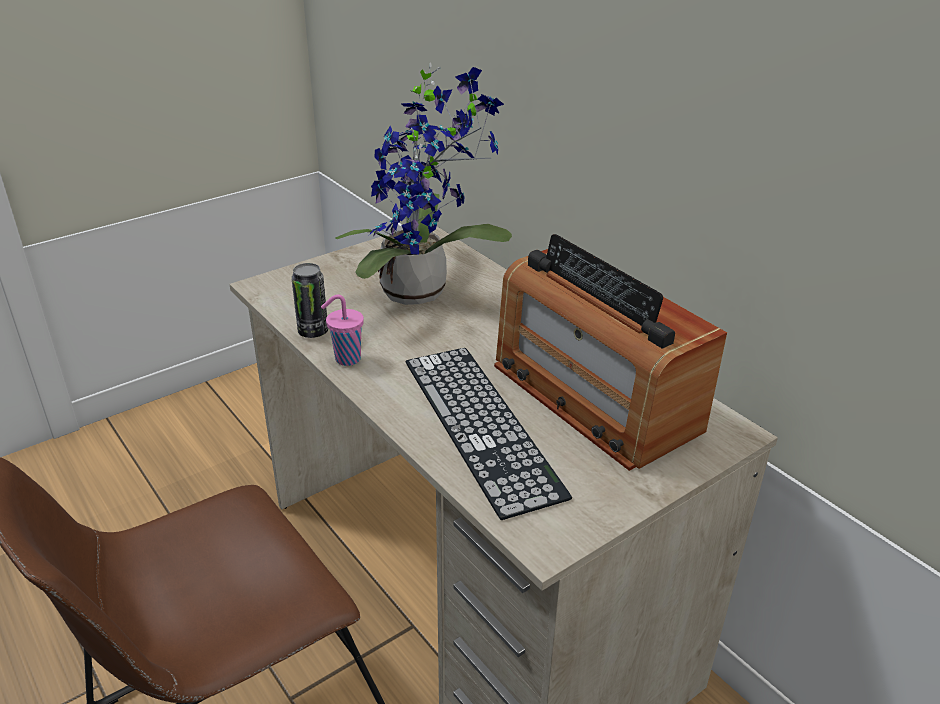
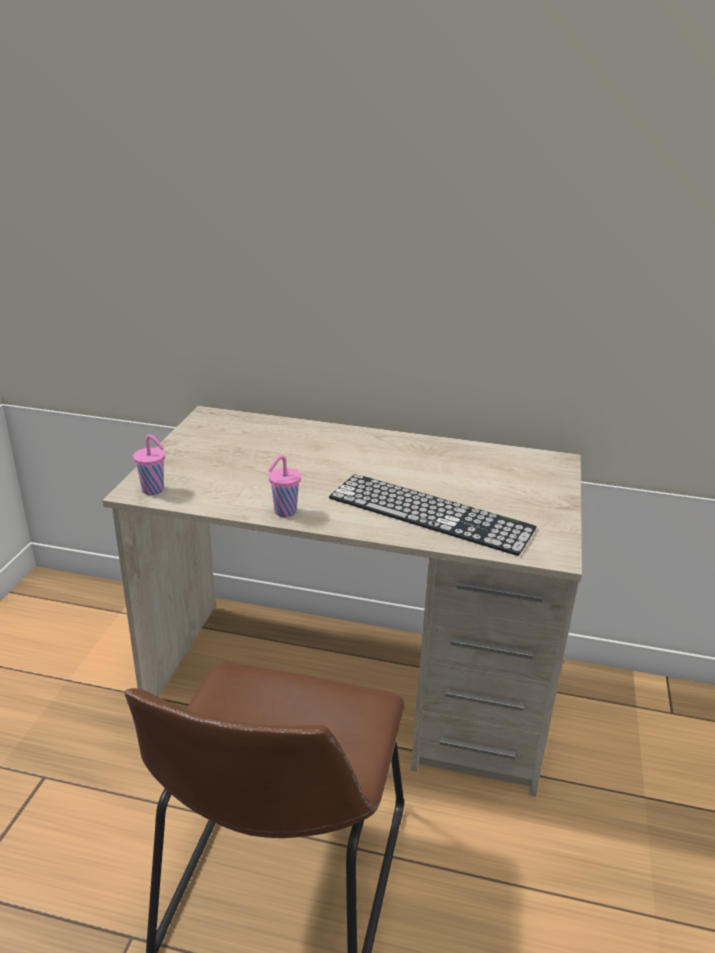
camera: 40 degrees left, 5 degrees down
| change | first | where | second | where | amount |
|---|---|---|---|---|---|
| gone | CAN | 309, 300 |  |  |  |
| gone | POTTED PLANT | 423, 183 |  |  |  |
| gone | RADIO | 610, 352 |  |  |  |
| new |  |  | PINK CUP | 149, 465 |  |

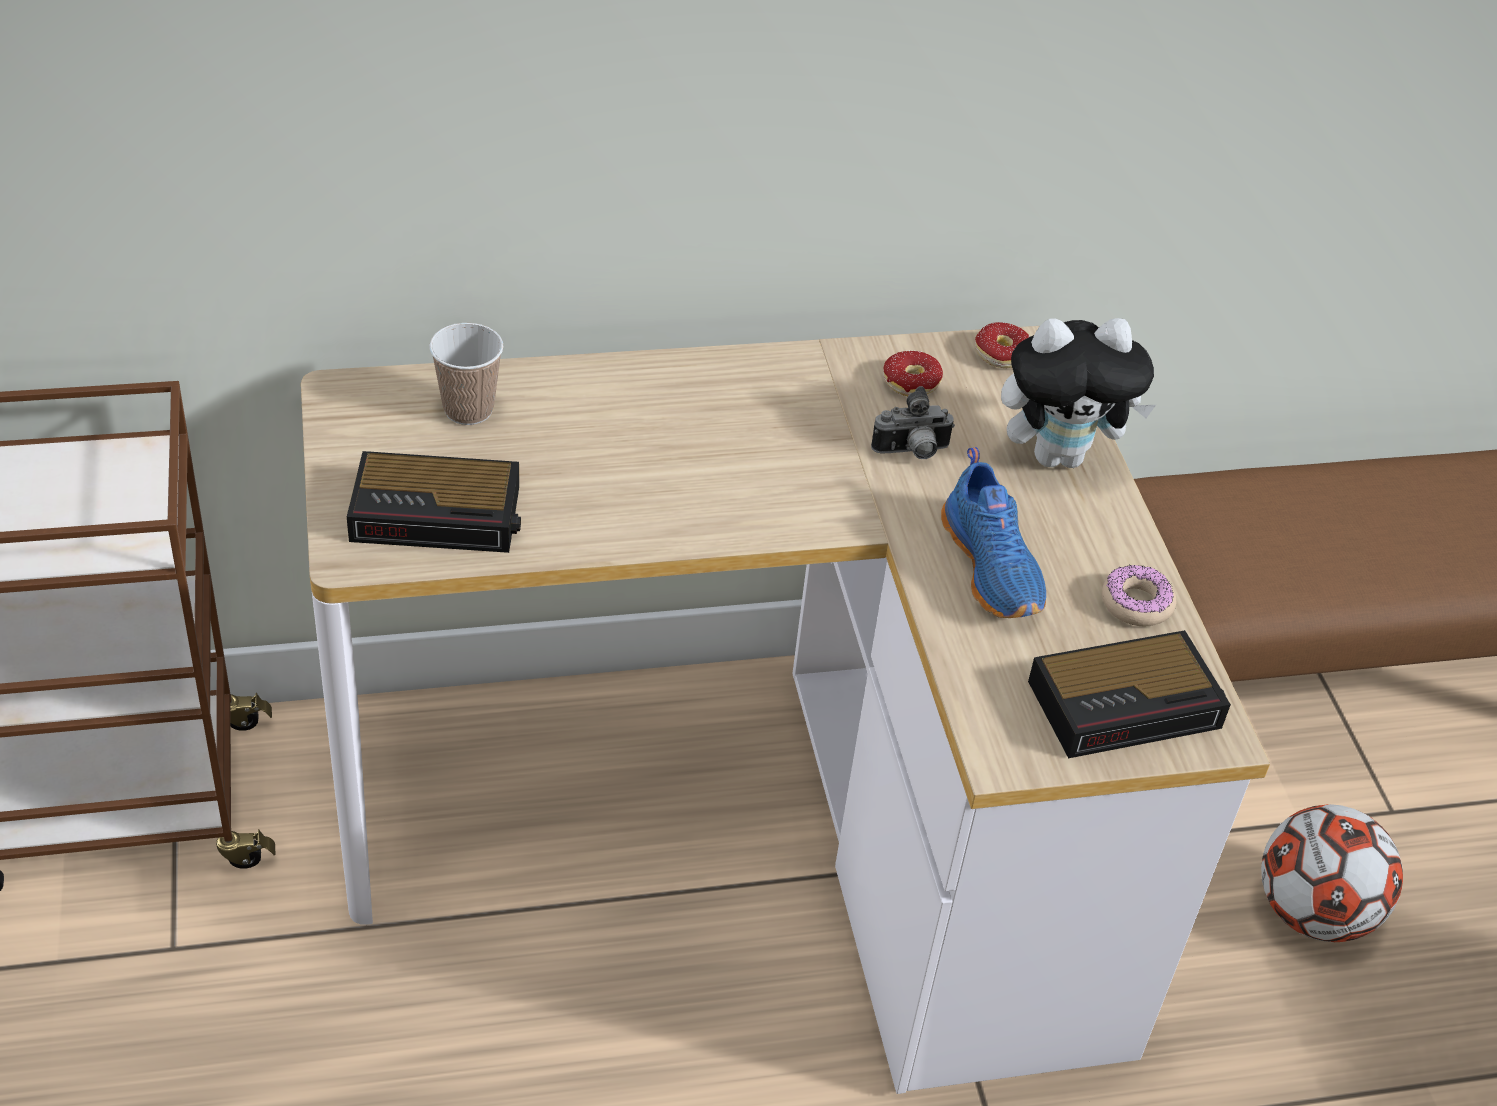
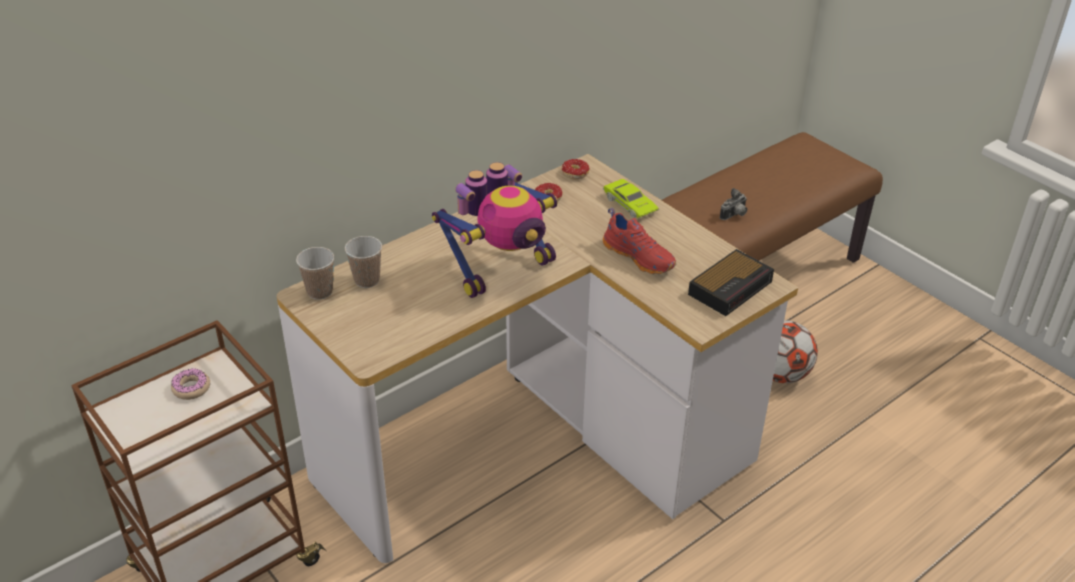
camera: 25 degrees left, 5 degrees down
| change | first | where | second | where | amount |
|---|---|---|---|---|---|
| gone | ALARM CLOCK | 434, 502 |  |  |  |
| new |  |  | CUP | 315, 273 |  |
| new |  |  | TOY ROBOT | 495, 230 |  |
| shifted | PHOTO CAMERA | 913, 422 |  | 733, 204 |  |
| shifted | DONUT | 1139, 595 |  | 190, 384 |  |
| swapped | PLUSH TOY | 1078, 393 | GREEN TOY CAR | 631, 198 |  |
| repainted | BLUE SHOE | 993, 532 | RED SHOE | 639, 241 |  |

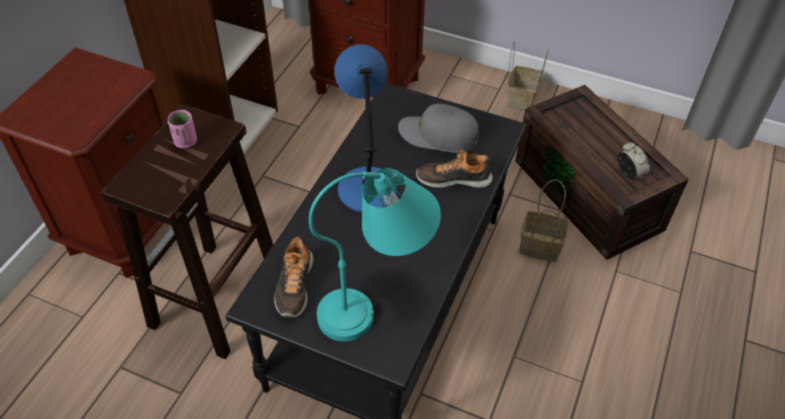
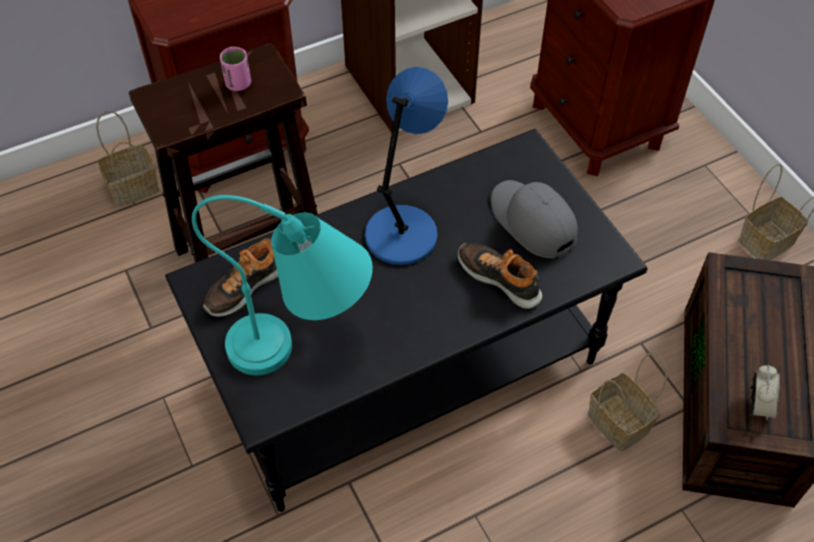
camera: 40 degrees right, 5 degrees up
| change | first | where | second | where | amount |
|---|---|---|---|---|---|
| new |  |  | BASKET | 128, 159 |  |

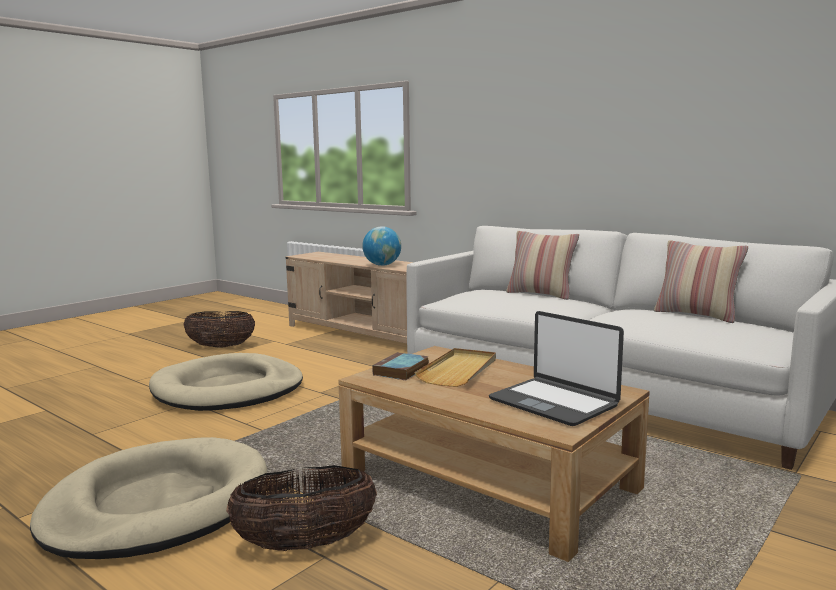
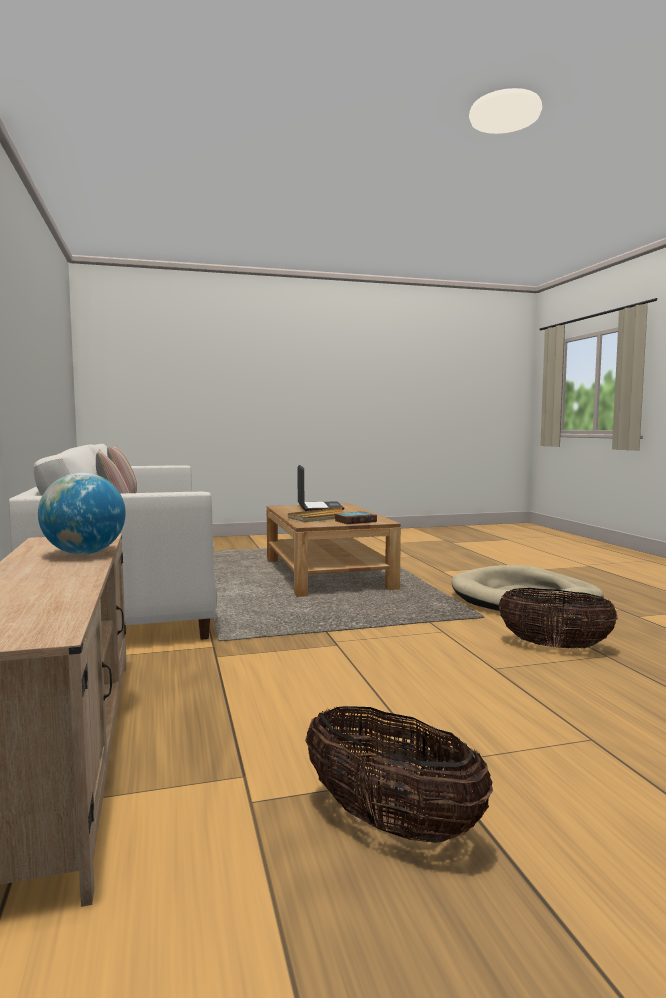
camera: 145 degrees left, 5 degrees down
| change | first | where | second | where | amount |
|---|---|---|---|---|---|
| gone | BEIGE DOG BED | 226, 382 |  |  |  |
| shifted | BASKET | 301, 508 |  | 558, 618 |  |

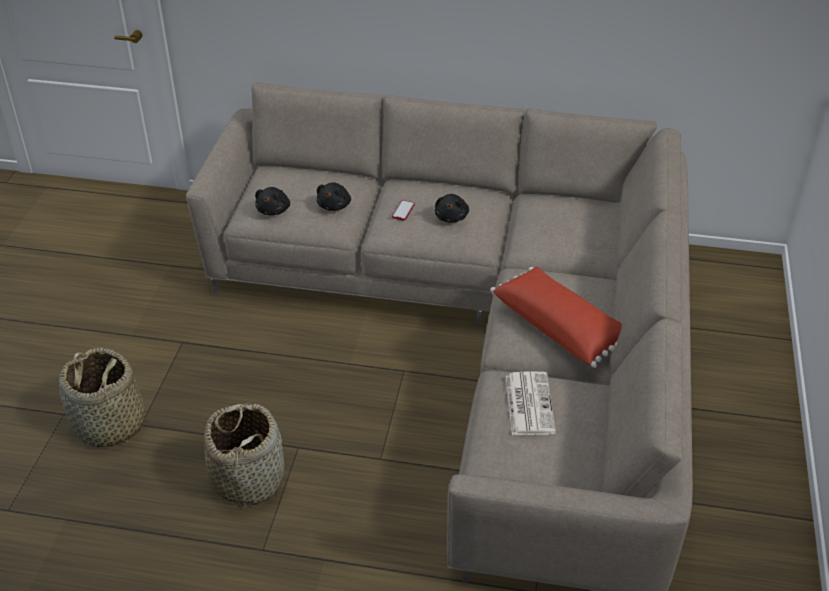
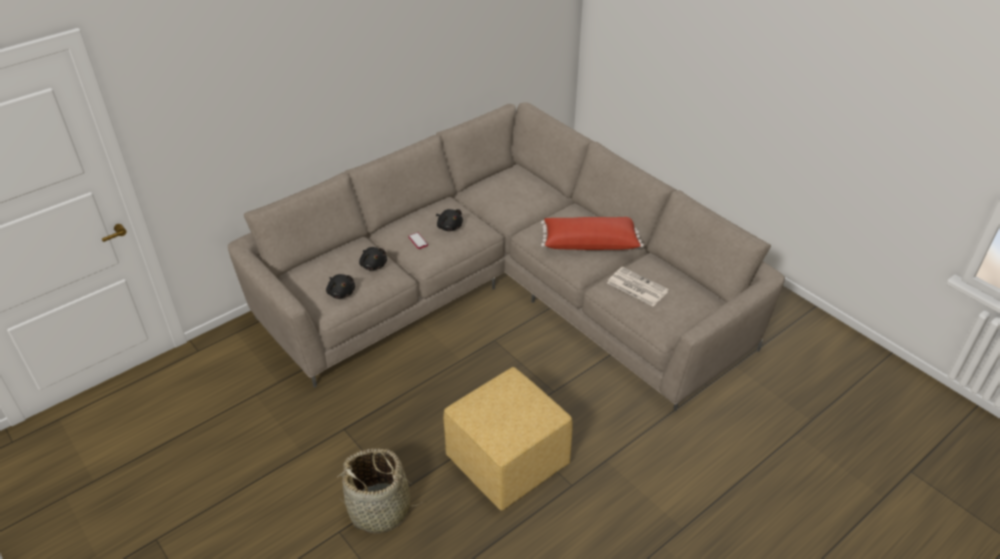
camera: 50 degrees left, 0 degrees up
| change | first | where | second | where | amount |
|---|---|---|---|---|---|
| swapped | BASKET | 244, 455 | YELLOW OTTOMAN | 508, 439 |  |

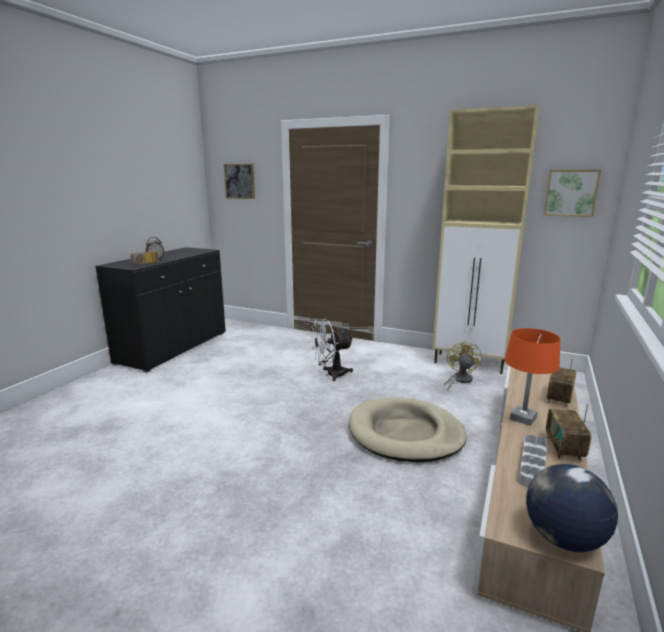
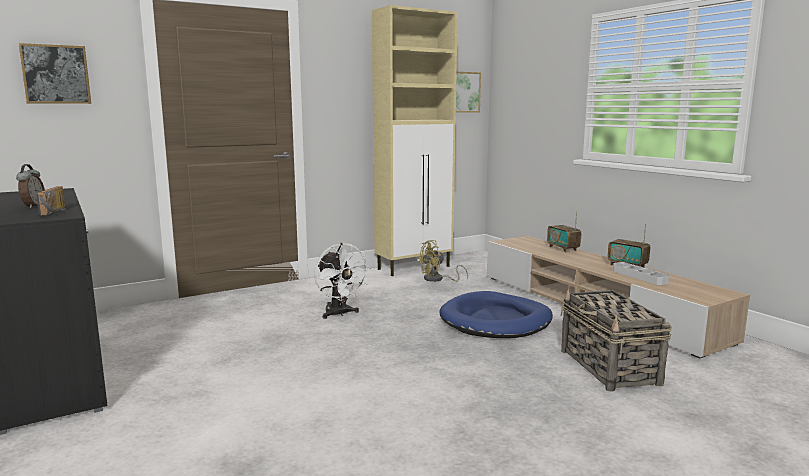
camera: 55 degrees left, 5 degrees down
| change | first | where | second | where | amount |
|---|---|---|---|---|---|
| gone | ORANGE TABLE LAMP | 532, 377 |  |  |  |
| gone | GLOBE | 572, 508 |  |  |  |
| new |  |  | BASKET | 616, 339 |  |
| repainted | BEIGE DOG BED | 407, 430 | BLUE DOG BED | 496, 314 |  |
| rotated | WHITE FAN | 332, 350 |  | 342, 281 | 45 degrees counterclockwise |
| rotated | YELLOW FAN | 463, 365 |  | 442, 261 | 75 degrees counterclockwise |

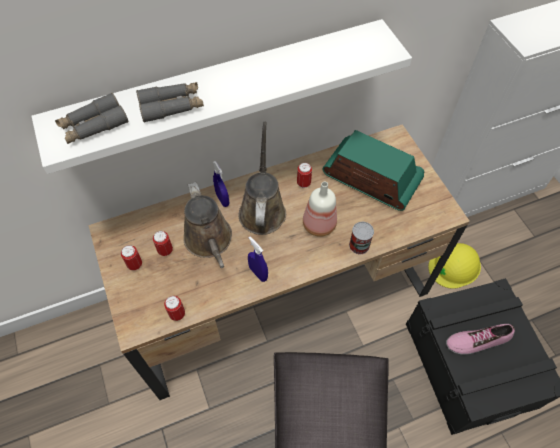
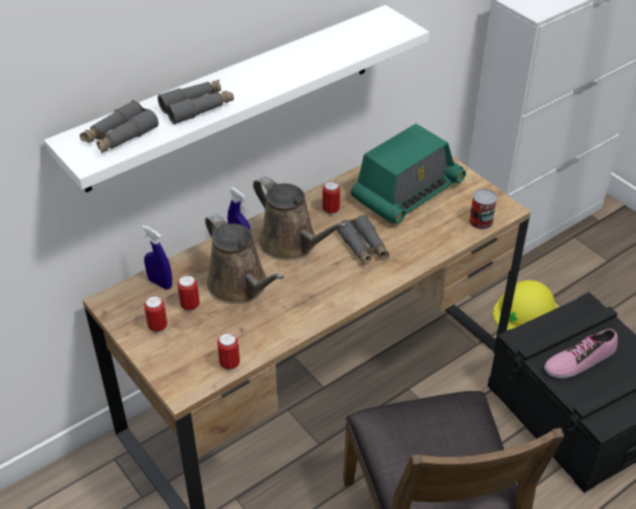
camera: 15 degrees left, 15 degrees down
| change | first | where | second | where | amount |
|---|---|---|---|---|---|
| shifted | BLUE SPRAY BOTTLE | 258, 259 |  | 157, 257 |  |
| shifted | CAN | 361, 238 |  | 483, 209 |  |
| swapped | BOTTLE | 320, 209 | GREY BINOCULARS | 363, 240 |  |
| rotated | BROWN WATERING CAN | 262, 178 |  | 300, 218 | 150 degrees clockwise |
| rotated | RADIO | 373, 170 |  | 408, 174 | 120 degrees clockwise |

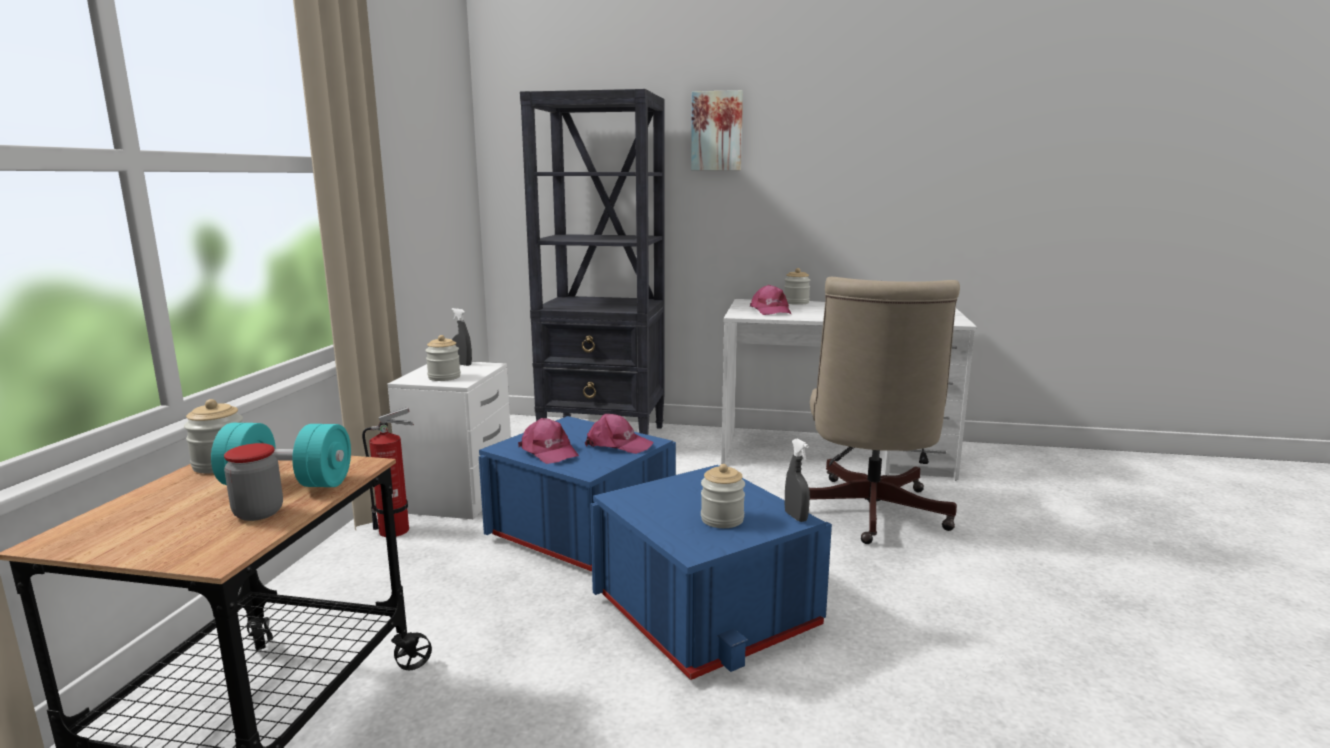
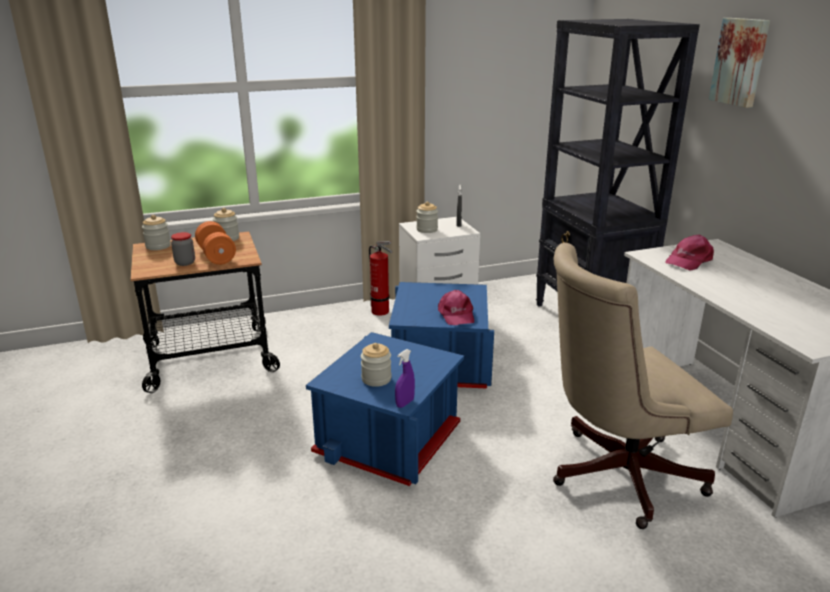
camera: 60 degrees right, 10 degrees up
| change | first | where | second | where | amount |
|---|---|---|---|---|---|
| gone | PINK CAP | 548, 441 |  |  |  |
| shifted | JAR | 797, 286 |  | 156, 232 |  |
| repainted | TURQUOISE DUMBBELL | 281, 455 | ORANGE DUMBBELL | 215, 243 |  |
| repainted | GREY SPRAY BOTTLE | 797, 480 | PURPLE SPRAY BOTTLE | 405, 378 |  |

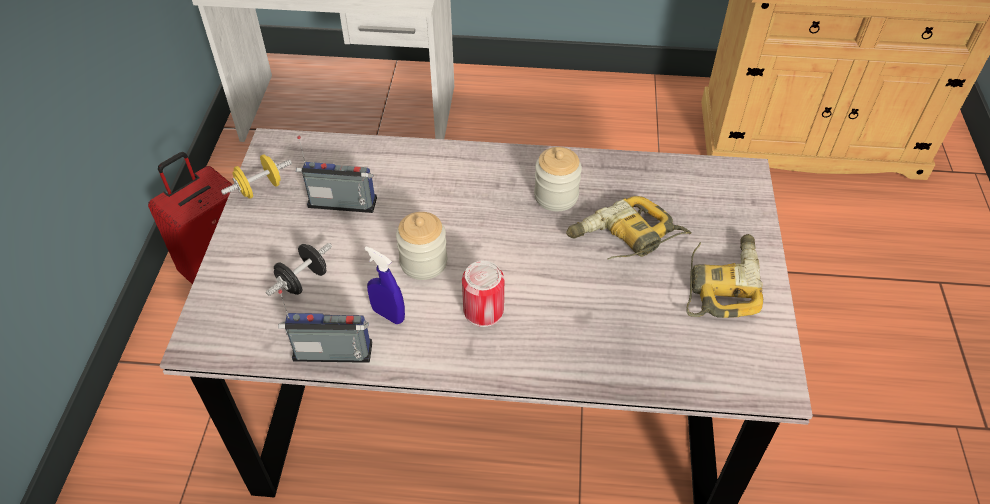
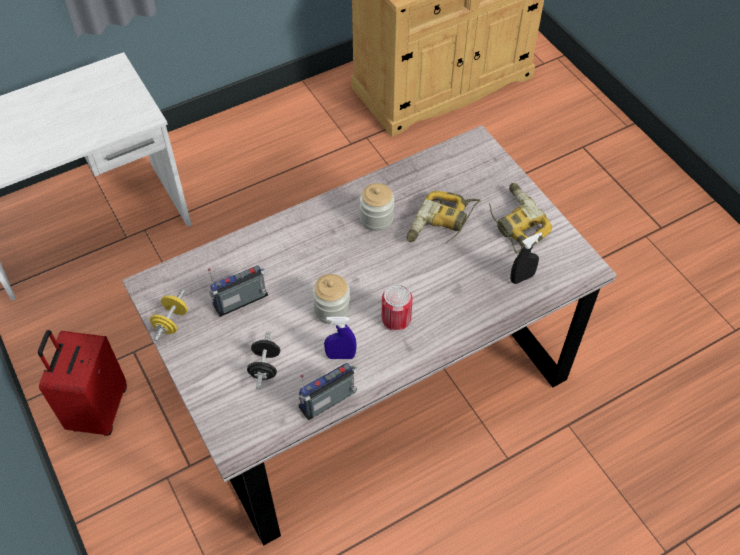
camera: 35 degrees left, 5 degrees up
| change | first | where | second | where | amount |
|---|---|---|---|---|---|
| new |  |  | BLACK SPRAY BOTTLE | 526, 258 |  |

